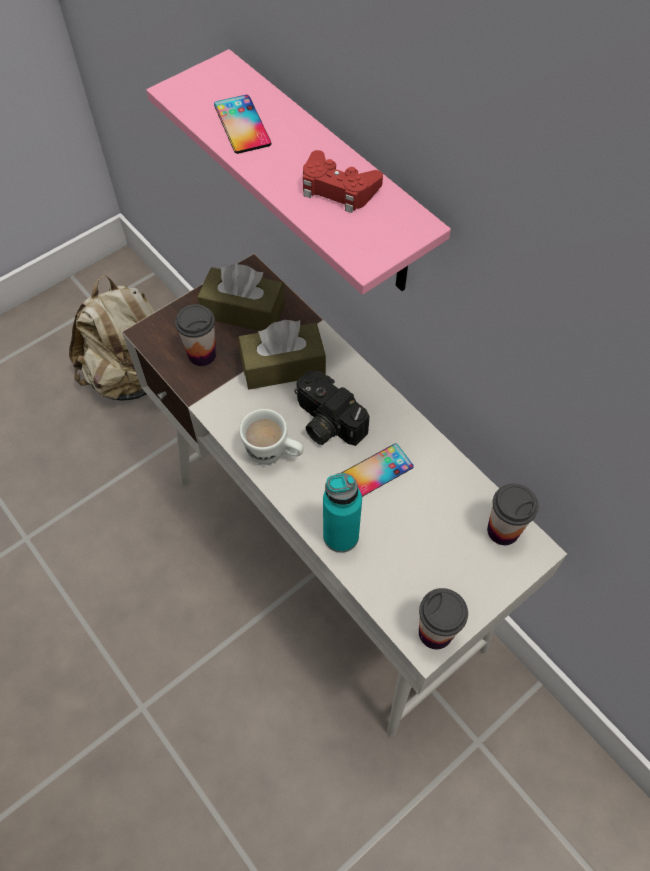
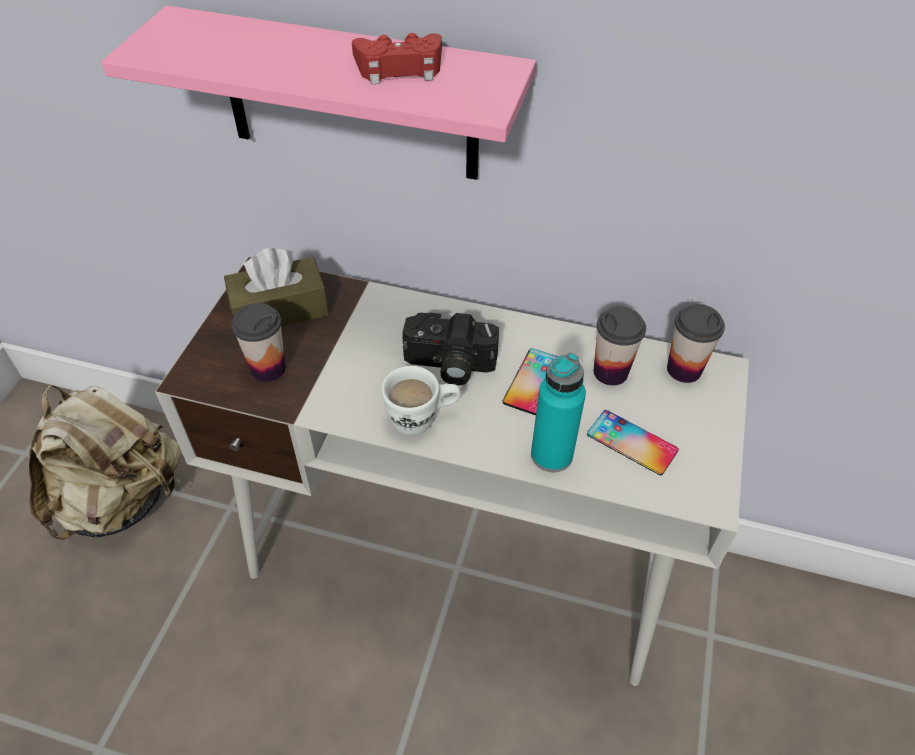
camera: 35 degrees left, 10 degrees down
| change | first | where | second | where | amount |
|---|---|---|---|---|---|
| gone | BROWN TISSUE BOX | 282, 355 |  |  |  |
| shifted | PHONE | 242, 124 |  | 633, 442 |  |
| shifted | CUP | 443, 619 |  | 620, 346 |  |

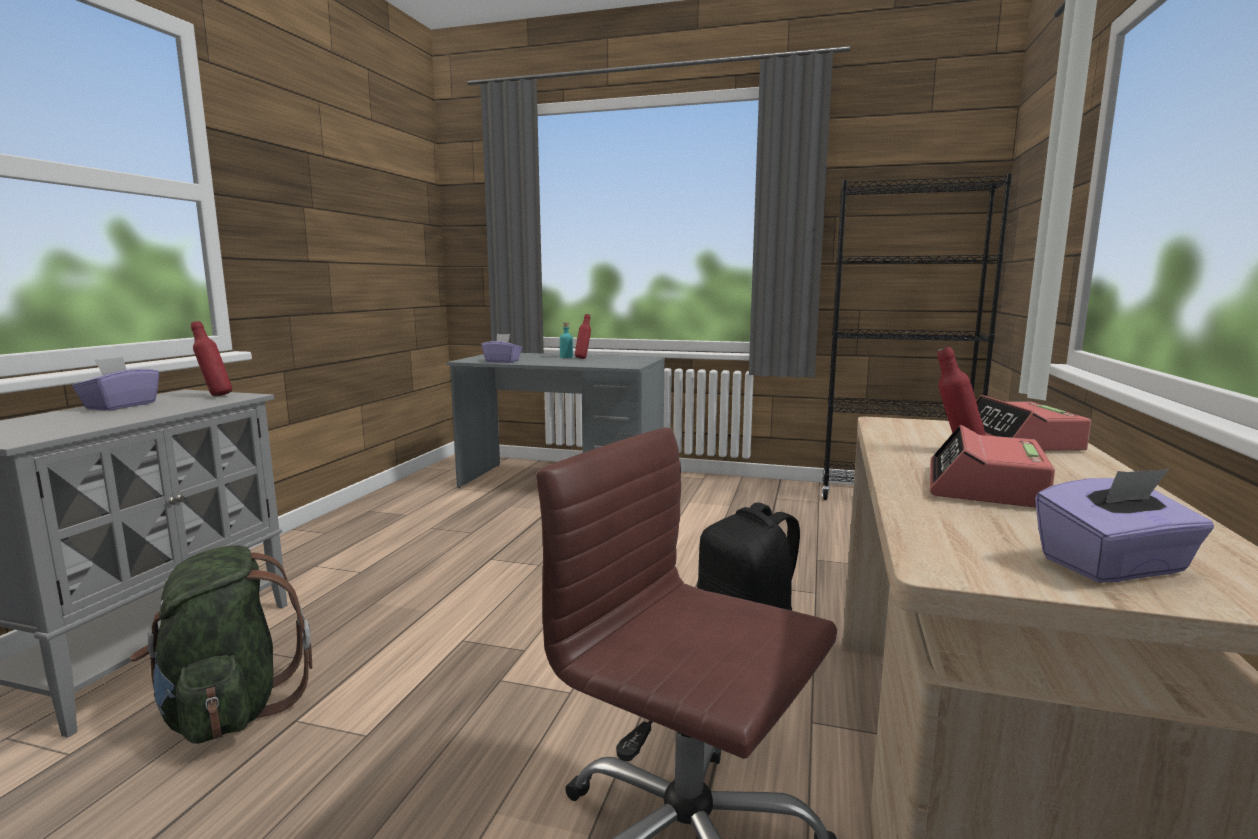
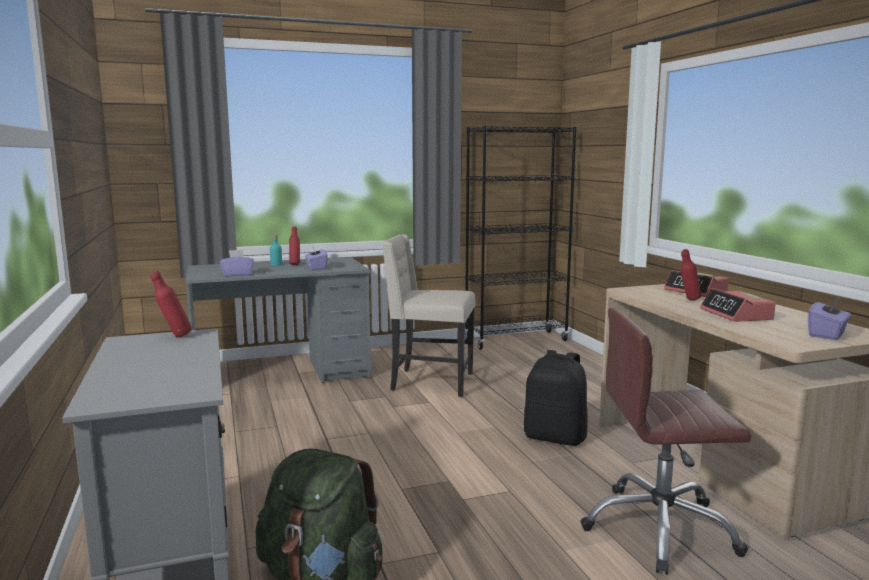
camera: 35 degrees left, 0 degrees up
| change | first | where | second | where | amount |
|---|---|---|---|---|---|
| new |  |  | BEIGE CHAIR | 429, 315 |  |
| shifted | PURPLE TISSUE BOX | 116, 383 |  | 316, 258 |  |

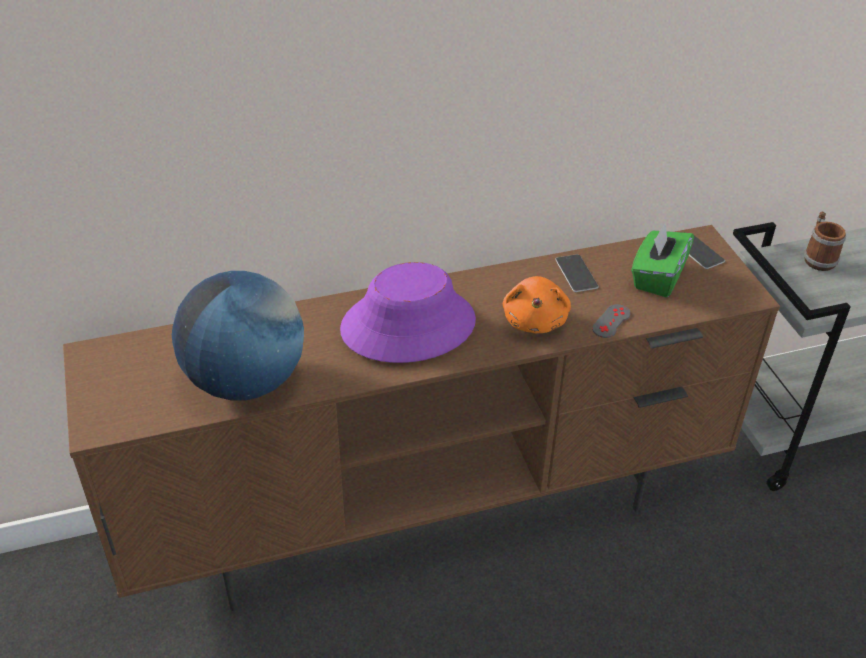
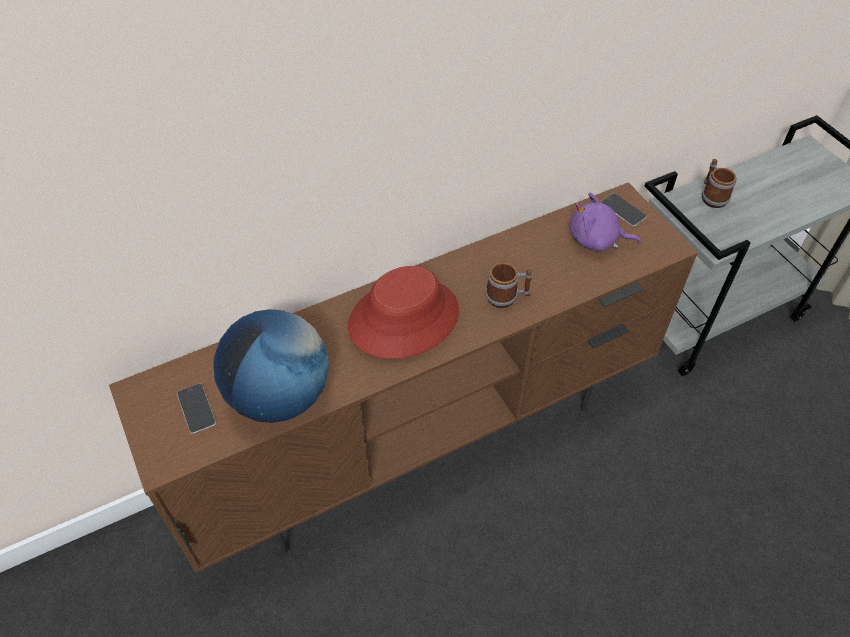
camera: 10 degrees left, 10 degrees up
| change | first | where | second | where | amount |
|---|---|---|---|---|---|
| gone | GREY GAME CONTROLLER | 611, 321 |  |  |  |
| shifted | PHONE | 577, 273 |  | 196, 408 |  |
| swapped | ORANGE PLUSH TOY | 537, 304 | MUG | 509, 285 |  |
| swapped | GREEN TISSUE BOX | 662, 260 | PURPLE PLUSH TOY | 605, 221 |  |
| repainted | PURPLE HAT | 408, 312 | RED HAT | 403, 312 |  |

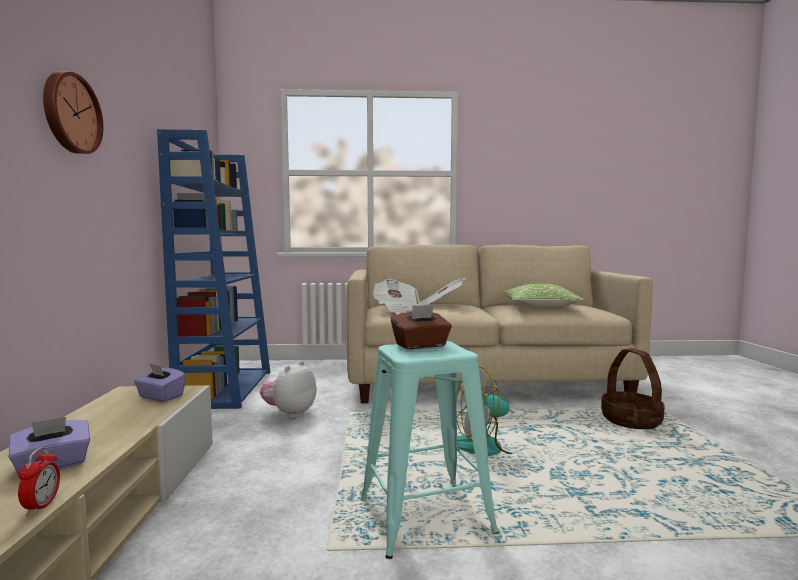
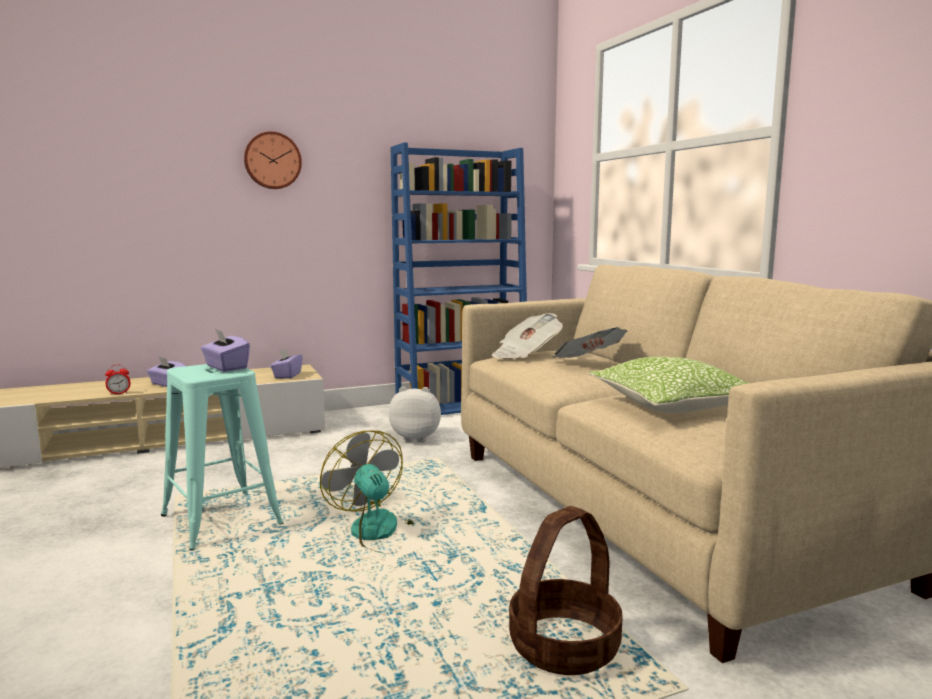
camera: 70 degrees right, 5 degrees up
| change | first | where | second | where | amount |
|---|---|---|---|---|---|
| repainted | BROWN TISSUE BOX | 421, 327 | PURPLE TISSUE BOX | 225, 350 |  |

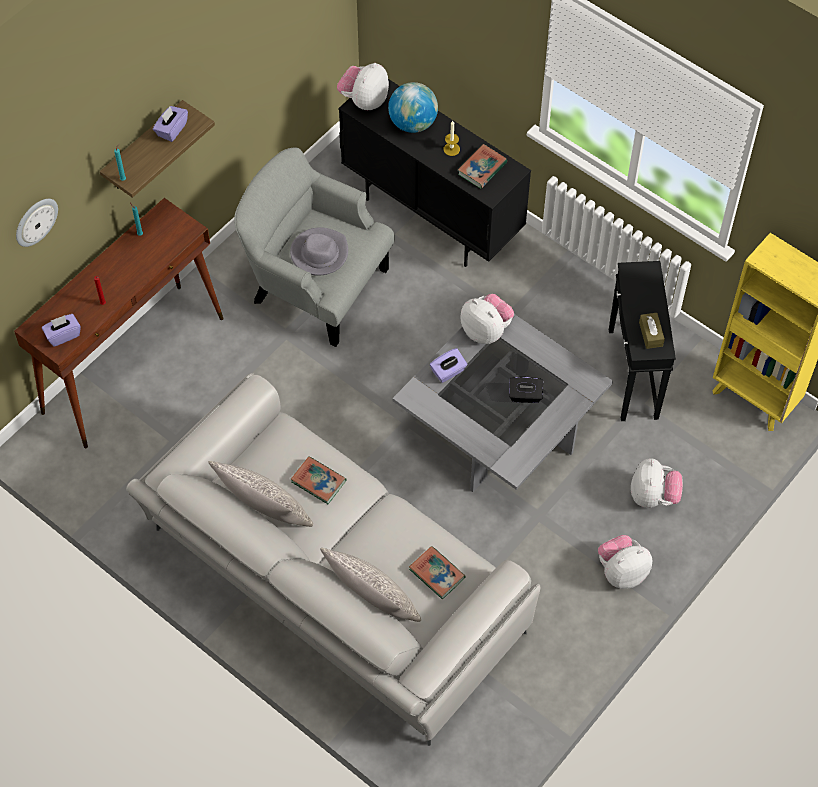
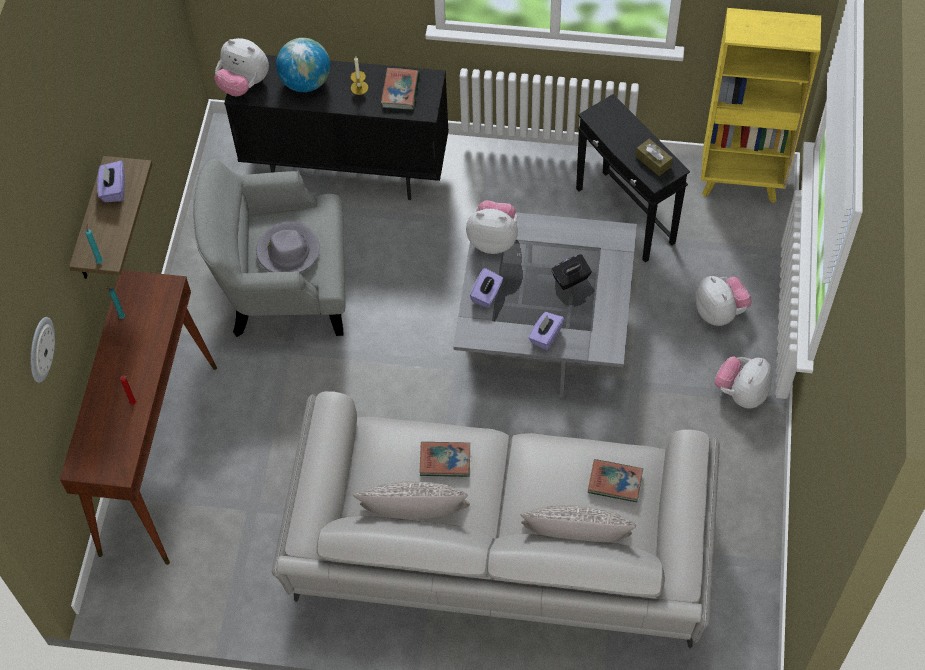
camera: 30 degrees left, 0 degrees up
| change | first | where | second | where | amount |
|---|---|---|---|---|---|
| shifted | PURPLE TISSUE BOX | 61, 330 |  | 546, 331 |  |
| rotated | PLUSH TOY | 363, 86 |  | 241, 67 | 60 degrees counterclockwise |

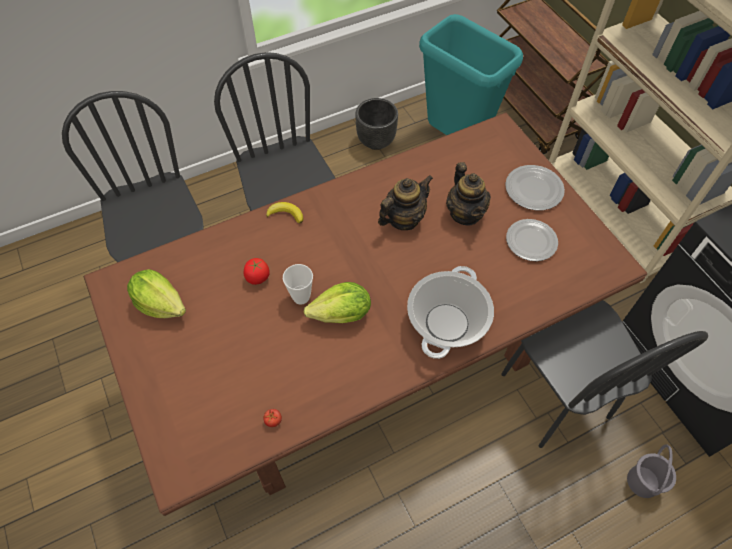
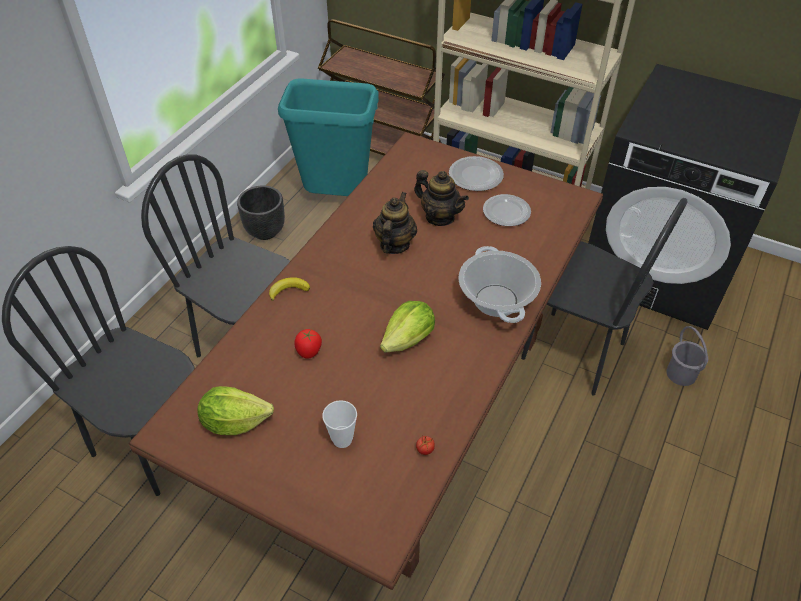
camera: 35 degrees left, 10 degrees down
| change | first | where | second | where | amount |
|---|---|---|---|---|---|
| shifted | CUP | 298, 284 |  | 339, 424 |  |

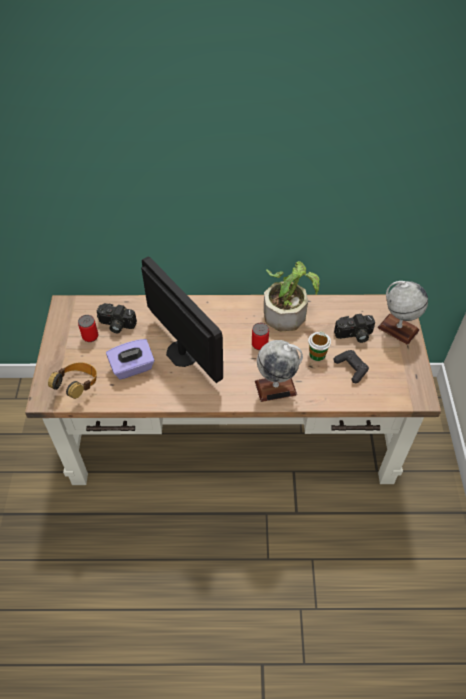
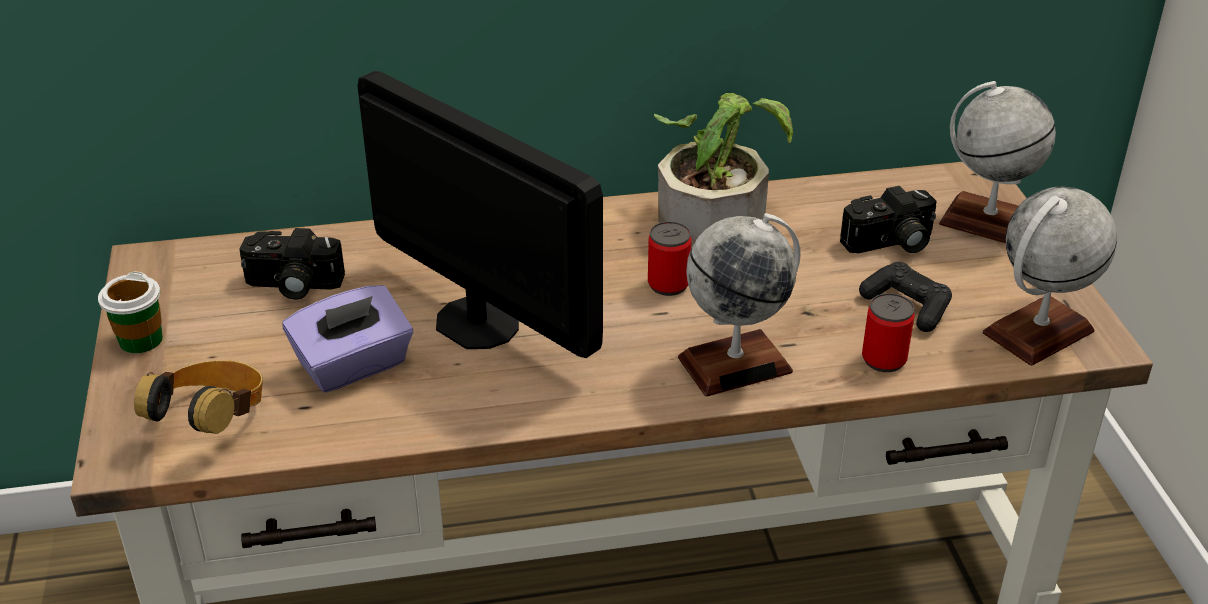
camera: 10 degrees left, 15 degrees down
| change | first | where | second | where | amount |
|---|---|---|---|---|---|
| new |  |  | GLOBE | 1050, 276 |  |
| shifted | CAN | 88, 328 |  | 888, 332 |  |
| shifted | CUP | 319, 346 |  | 130, 312 |  |

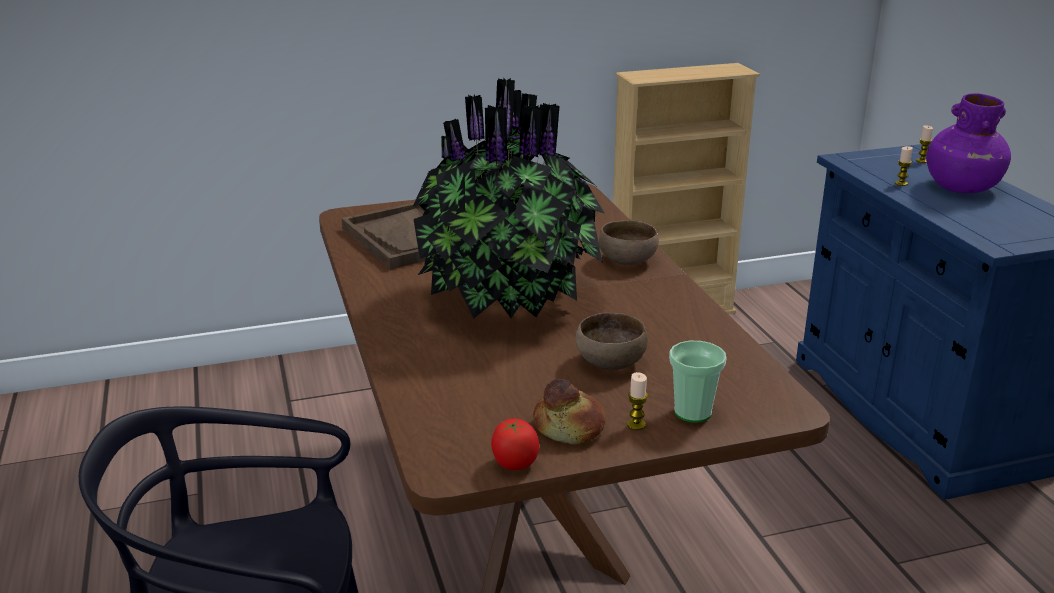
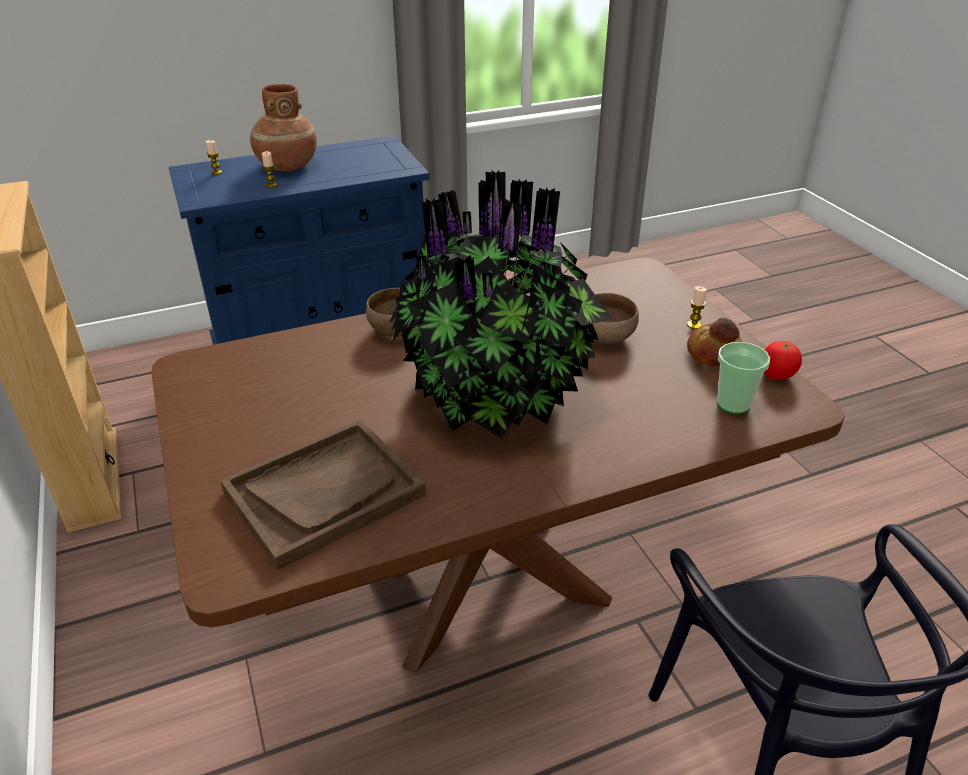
camera: 95 degrees left, 10 degrees up
| change | first | where | second | where | amount |
|---|---|---|---|---|---|
| shifted | CUP | 698, 382 |  | 743, 378 |  |
| repainted | PURPLE VASE | 968, 143 | BROWN VASE | 283, 127 |  |

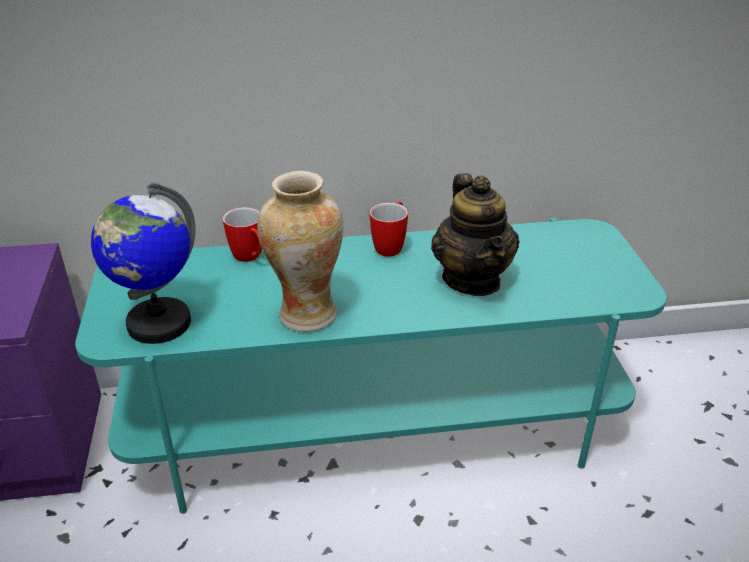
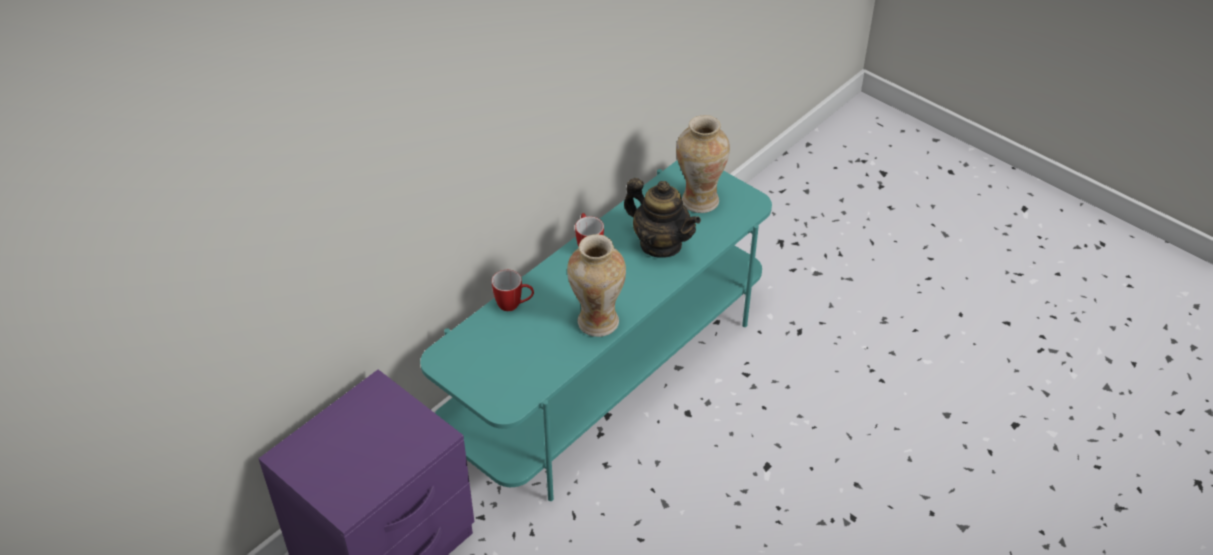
camera: 40 degrees left, 10 degrees up
| change | first | where | second | where | amount |
|---|---|---|---|---|---|
| gone | GLOBE | 143, 263 |  |  |  |
| new |  |  | VASE | 703, 164 |  |

